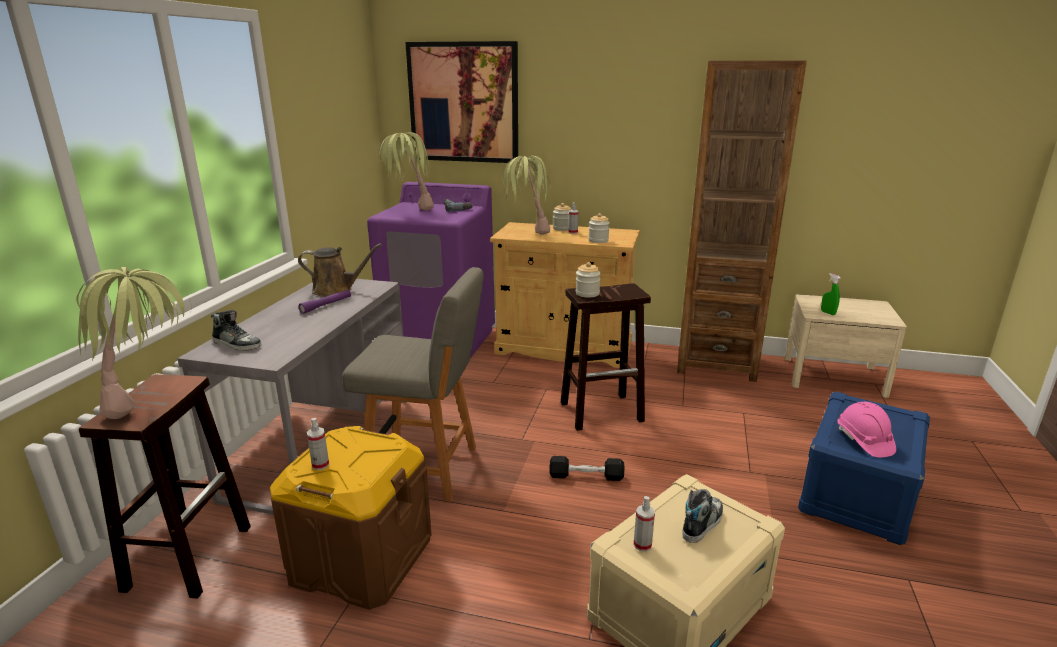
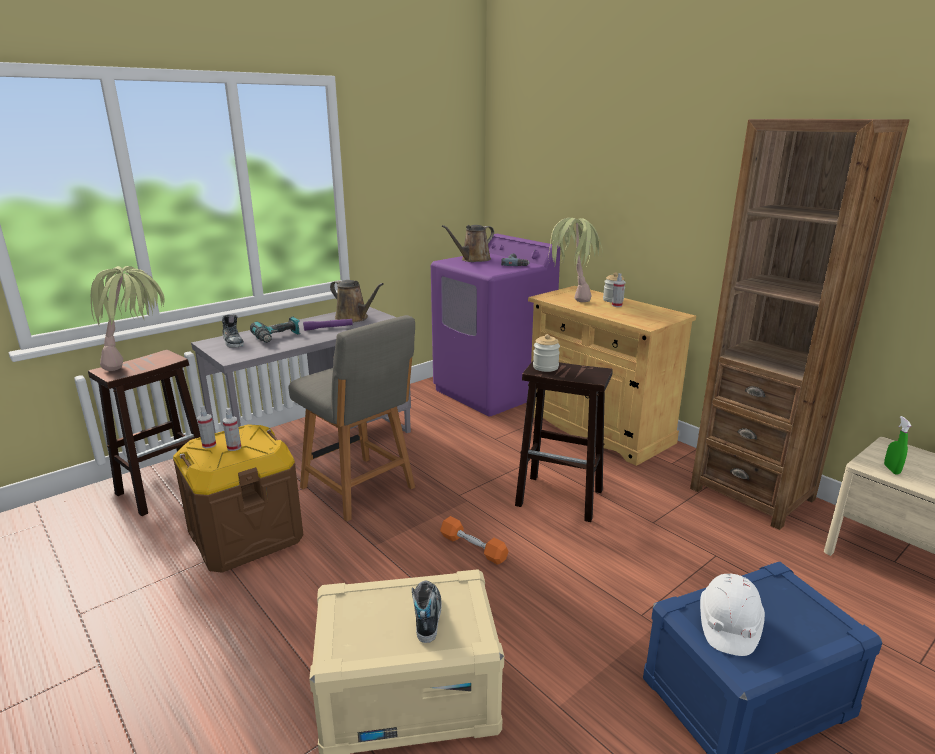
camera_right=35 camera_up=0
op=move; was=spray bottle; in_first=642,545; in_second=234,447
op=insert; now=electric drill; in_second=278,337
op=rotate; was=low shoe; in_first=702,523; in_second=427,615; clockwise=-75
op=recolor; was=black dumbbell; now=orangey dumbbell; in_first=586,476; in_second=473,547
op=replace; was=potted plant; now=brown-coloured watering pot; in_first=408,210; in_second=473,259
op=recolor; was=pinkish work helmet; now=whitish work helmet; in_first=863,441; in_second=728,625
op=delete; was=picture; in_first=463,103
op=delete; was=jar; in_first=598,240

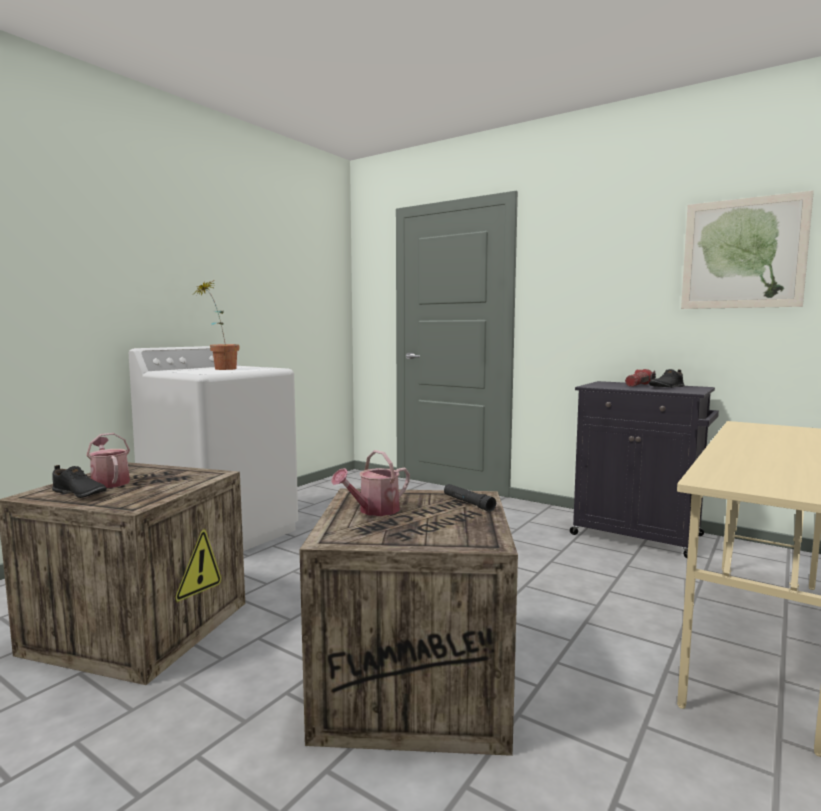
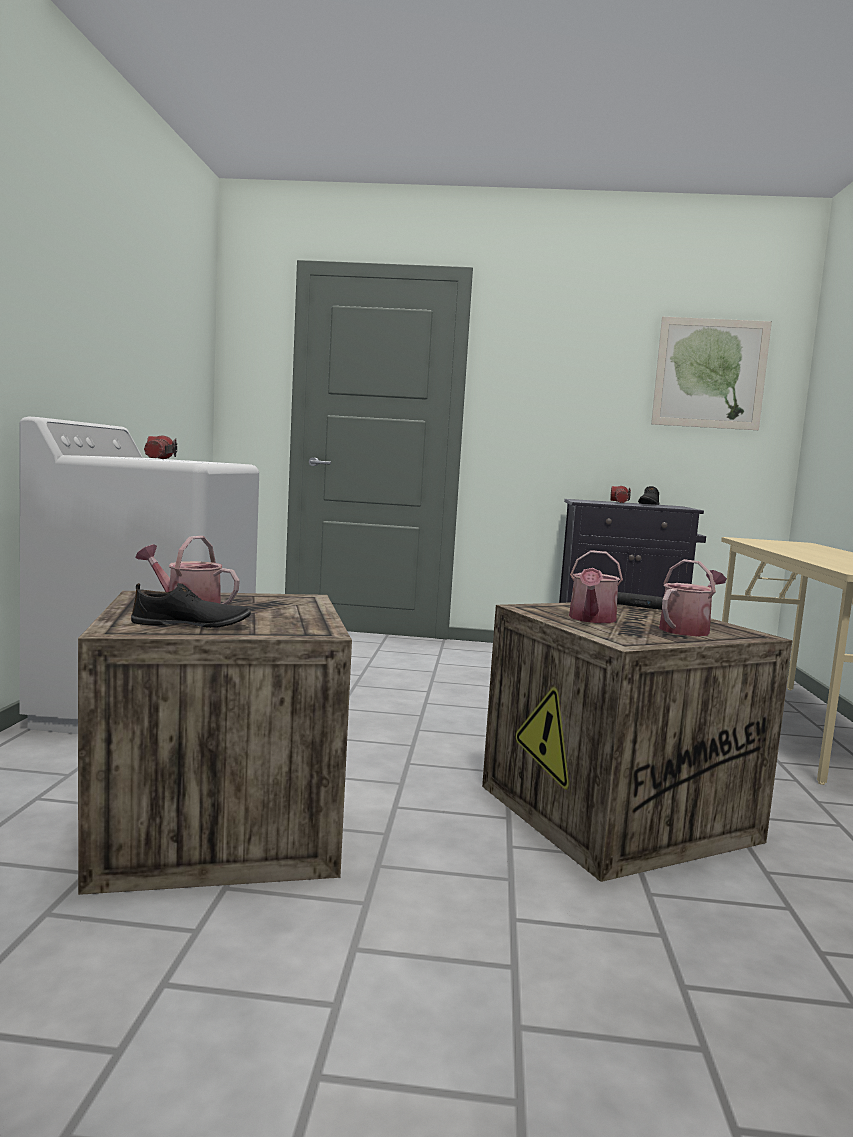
camera_right=-30 camera_up=0
op=replace; was=potted plant; now=flashlight; in_first=220,369; in_second=158,459
op=insert; now=watering pot; in_second=688,629

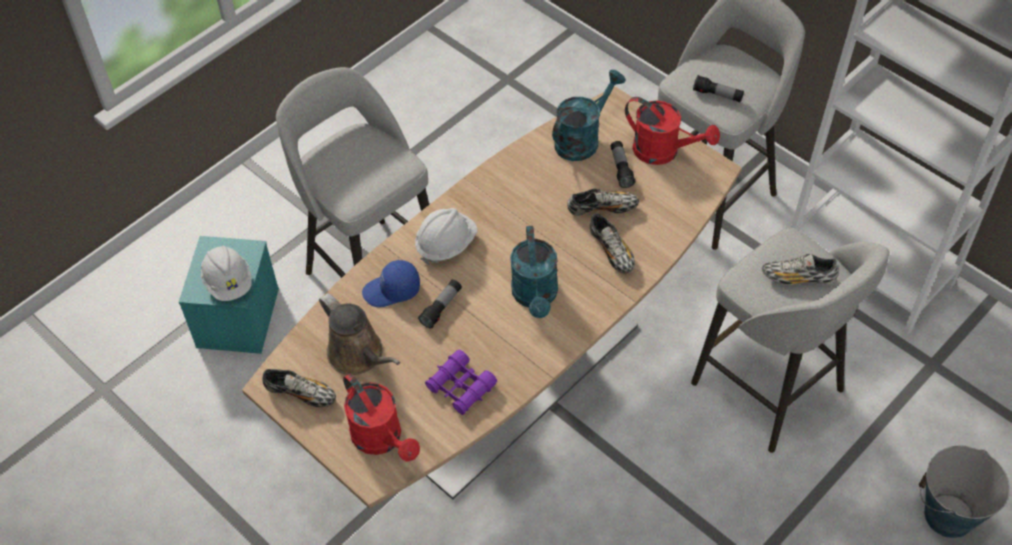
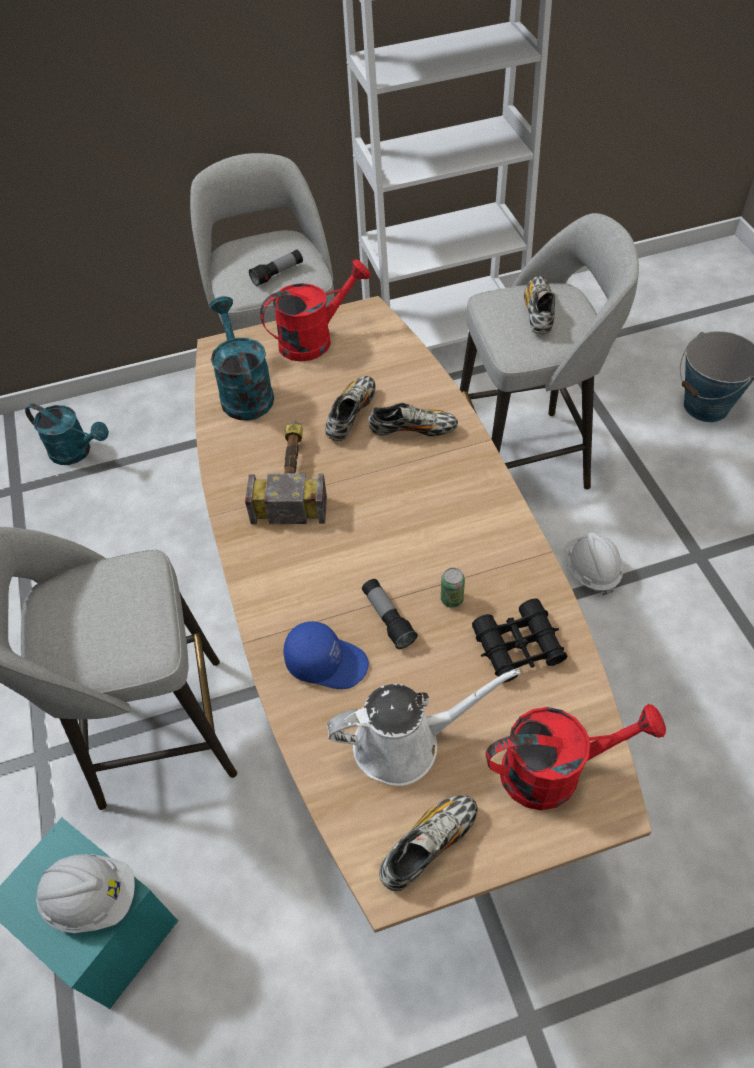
camera_right=-60 camera_up=0
op=move; was=turquoise-coloured watering pot; in_first=536,297; in_second=77,452
op=insert; now=hammer; in_second=292,477
op=rotate; was=blue baseball cap; in_first=392,291; in_second=327,661; clockwise=-90
op=recolor; was=brown-coloured watering pot; now=whitish watering pot; in_first=359,355; in_second=405,743
op=insert; now=can; in_second=452,599
op=recolor; was=purplish binoculars; now=black binoculars; in_first=461,387; in_second=518,647
op=rotate; was=low shoe; in_first=798,278; in_second=538,312; clockwise=150
op=move; was=whitish work helmet; in_first=446,244; in_second=590,570
op=delete; was=flashlight; in_first=621,169

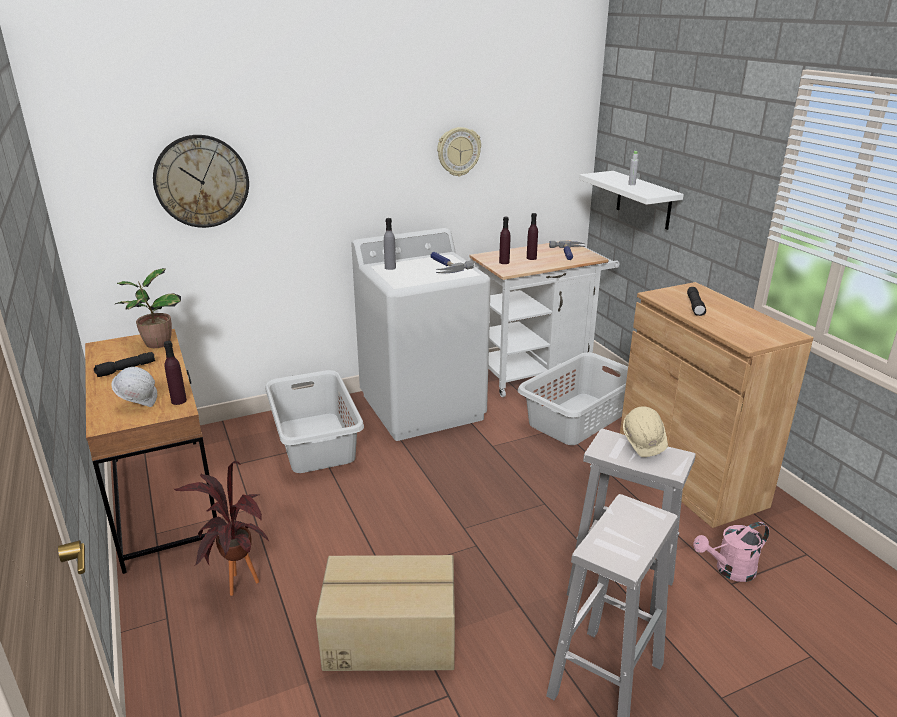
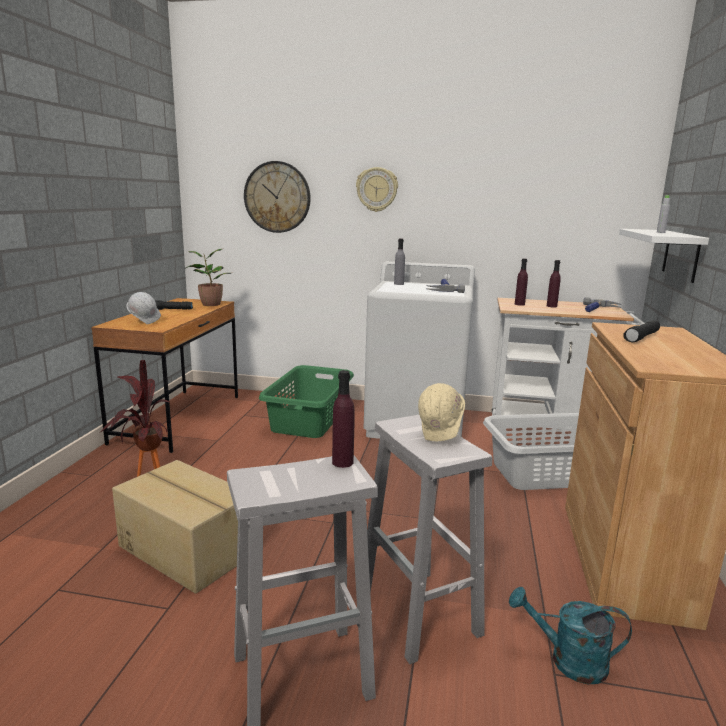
camera_right=35 camera_up=-10
op=recolor; was=gray hamper; now=green-coloured hamper; in_first=316,441; in_second=310,419
op=move; was=purplish drink bottle; in_first=179,401; in_second=342,462
op=move; was=clock on the wall; in_first=458,151; in_second=377,189
op=recolor; was=pinkish watering pot; now=turquoise-coloured watering pot; in_first=729,570; in_second=568,660

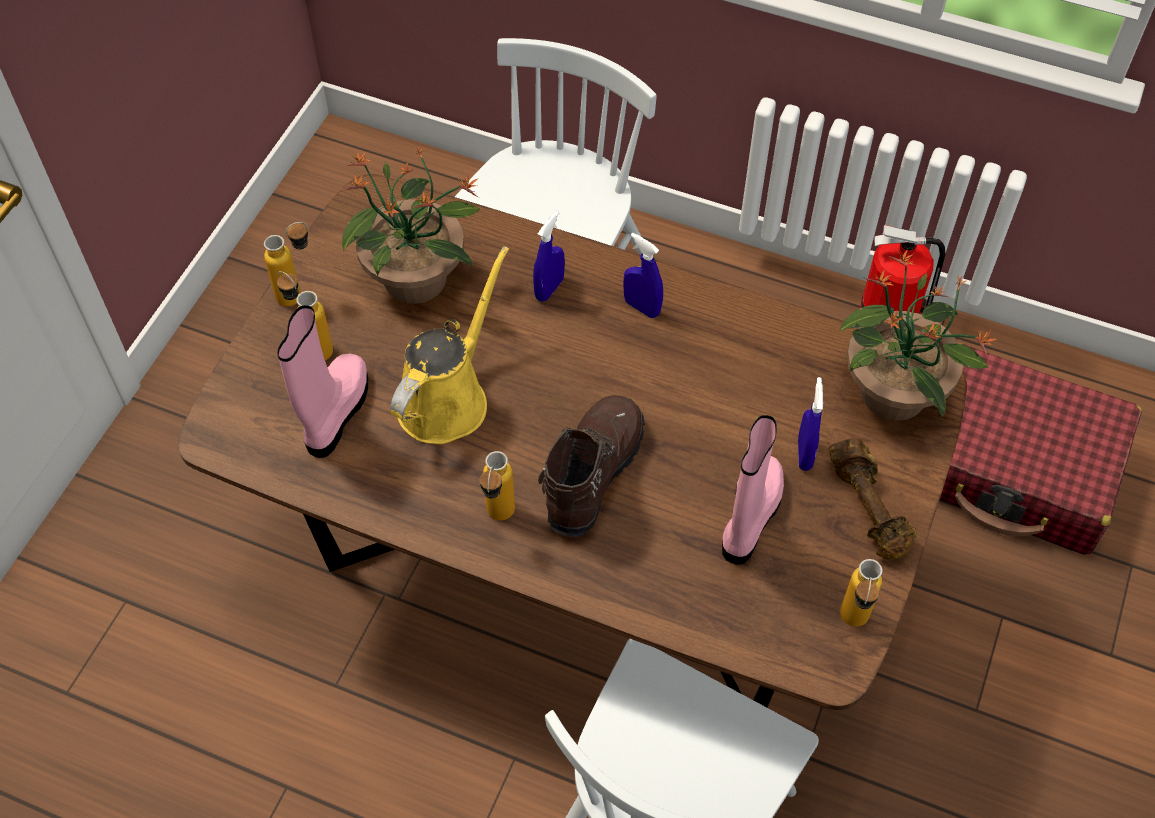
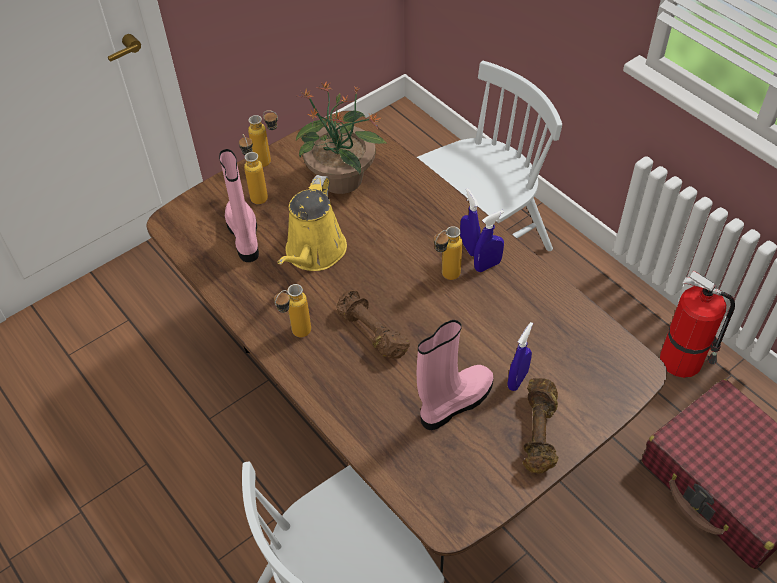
camera_right=30 camera_up=-5
op=rotate; was=pinkish boot; in_first=335,413; in_second=244,236; clockwise=-60
op=rotate; was=yellowish watering pot; in_first=447,398; in_second=314,253; clockwise=135
op=replace; was=brown-coloured boot; now=brown-coloured dumbbell; in_first=592,473; in_second=371,333
op=move; was=drink bottle; in_first=852,625; in_second=445,278
op=move; was=blue spray bottle; in_first=549,289; in_second=487,265
op=delete; was=potted plant; in_first=894,395

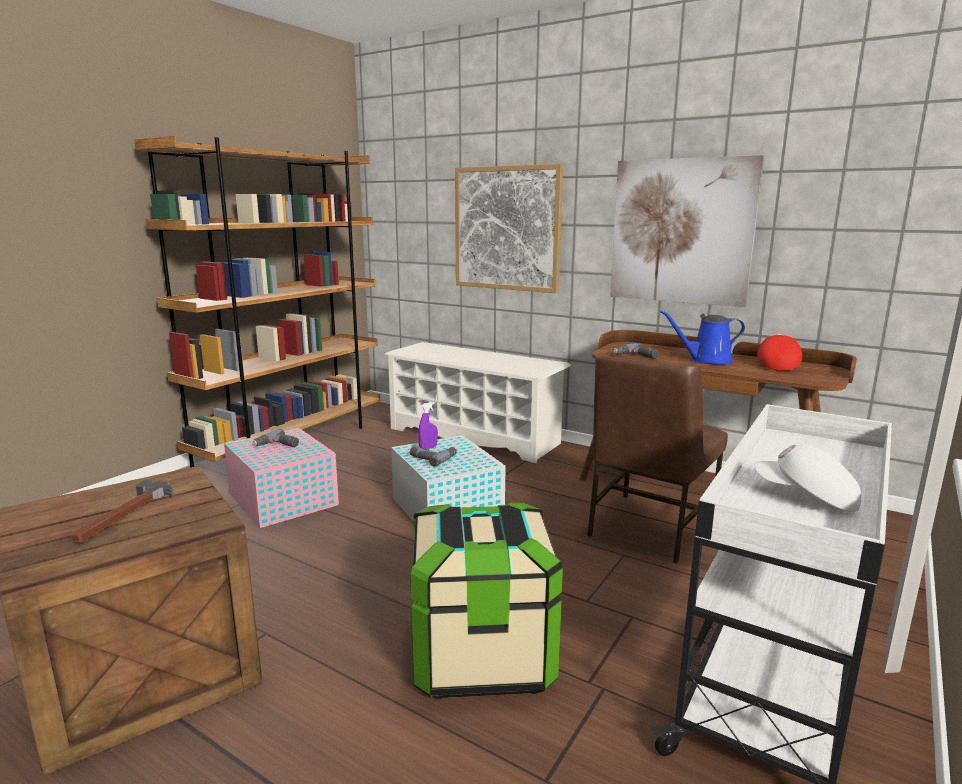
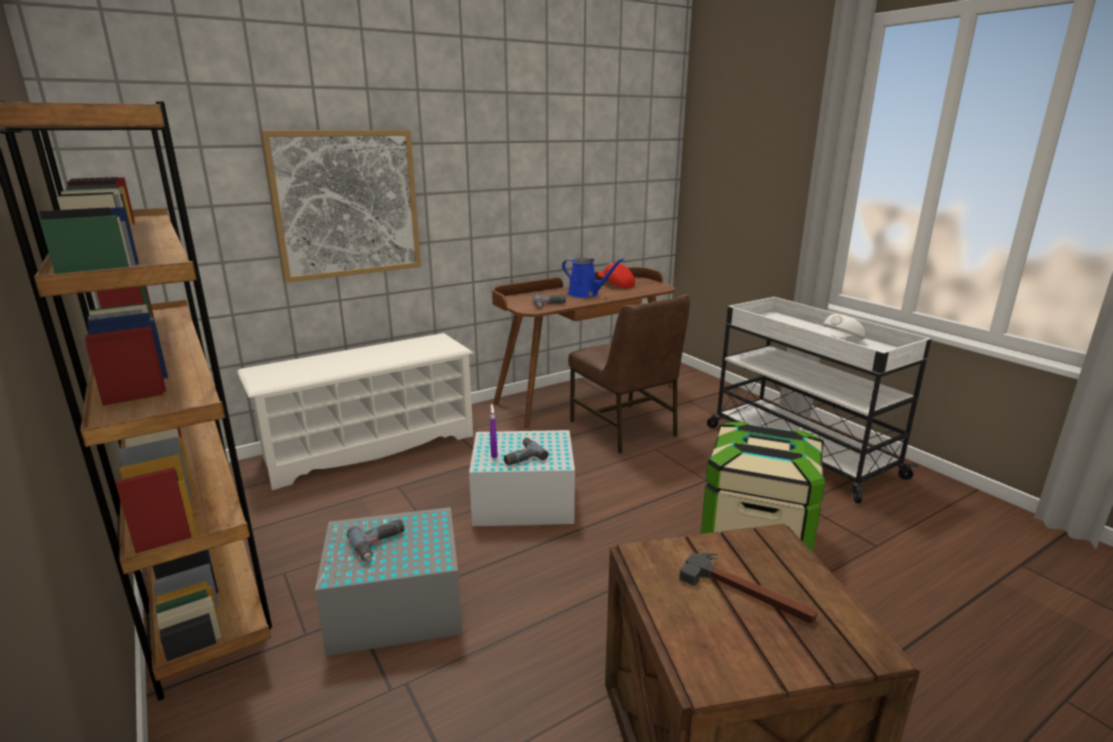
camera_right=-65 camera_up=5
op=recolor; was=pinkish storage bin; now=gray storage bin; in_first=283,499; in_second=394,606
op=rotate; was=blue watering pot; in_first=706,360; in_second=586,294; clockwise=-75
op=delete; was=picture; in_first=681,231

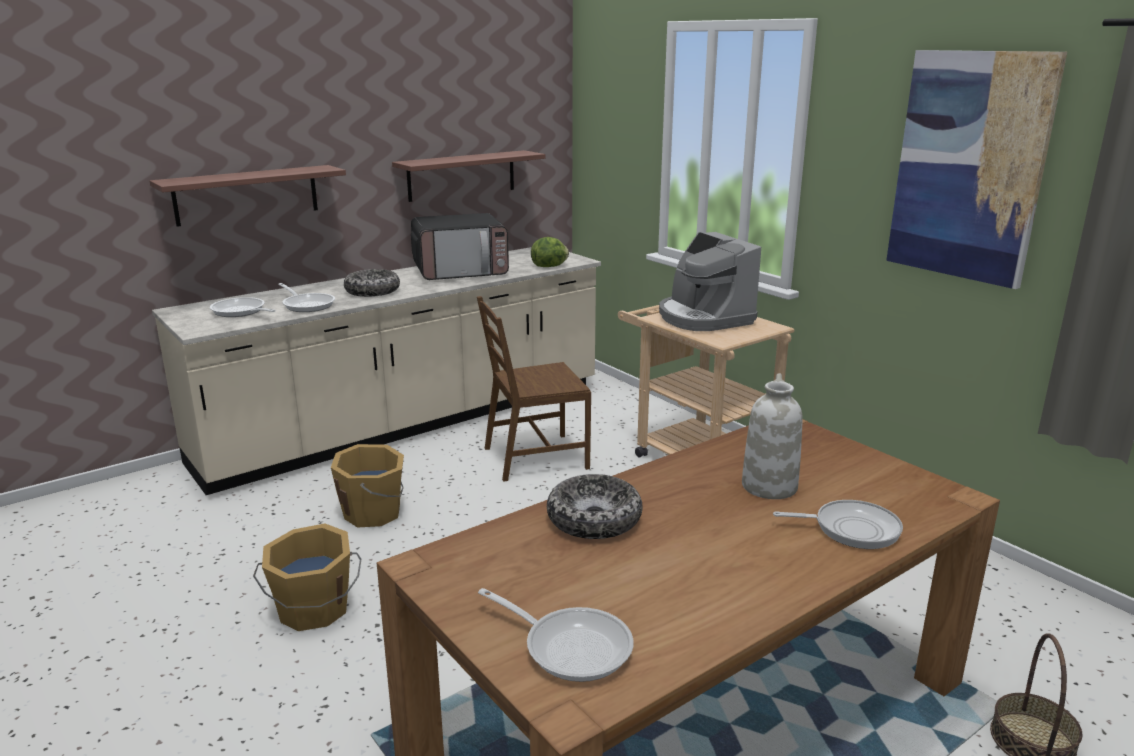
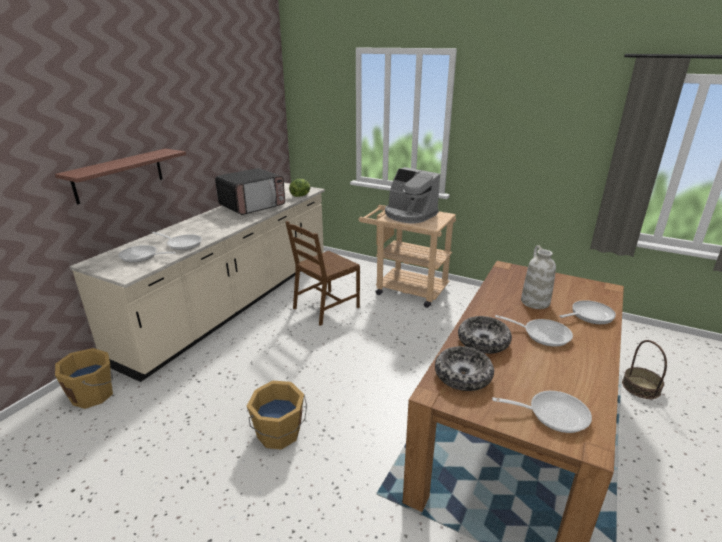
camera_right=-25 camera_up=5
op=move; was=orangey pail; in_first=374,513; in_second=94,394
op=move; was=deep dish; in_first=372,291; in_second=463,375
op=insert; now=skillet; in_second=542,334
op=delete; was=bracket shelf; in_first=462,175
op=delete; was=picture; in_first=969,167

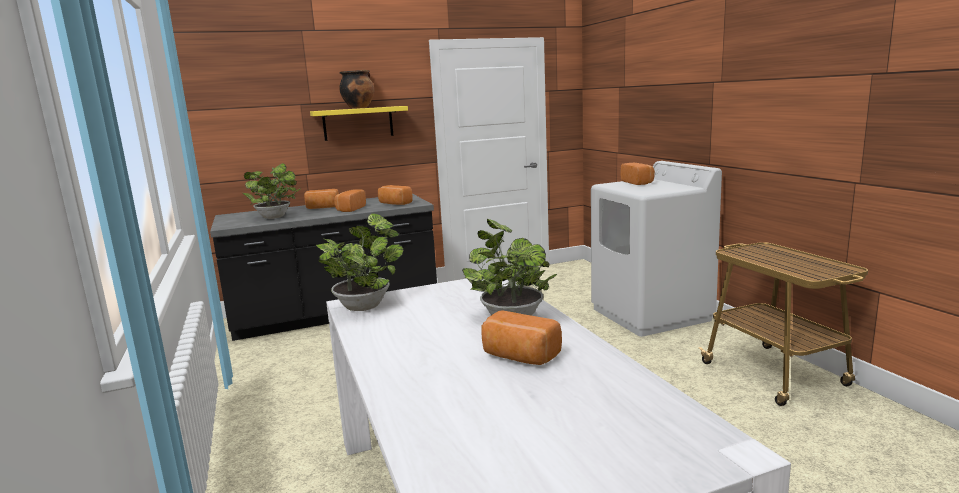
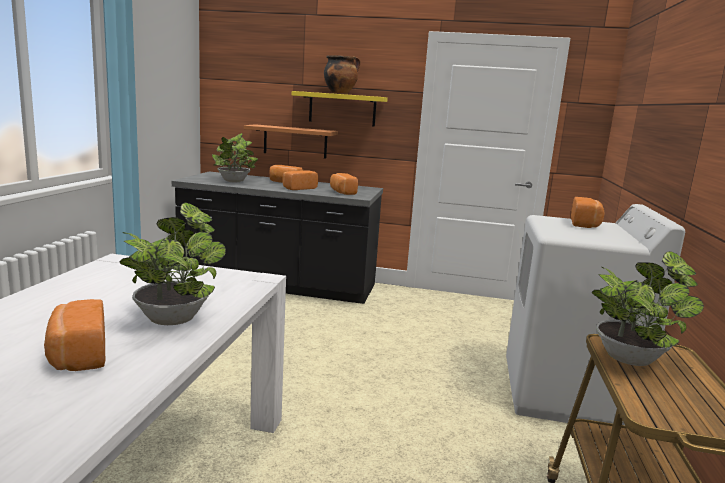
camera_right=30 camera_up=0
op=insert; now=bracket shelf; in_second=295,141
op=move; was=potted plant; in_first=365,305; in_second=631,358

